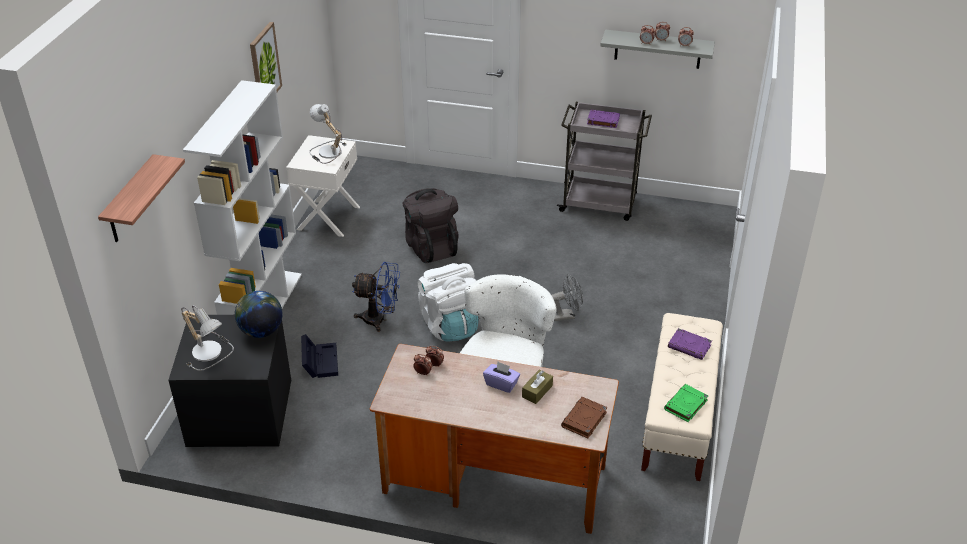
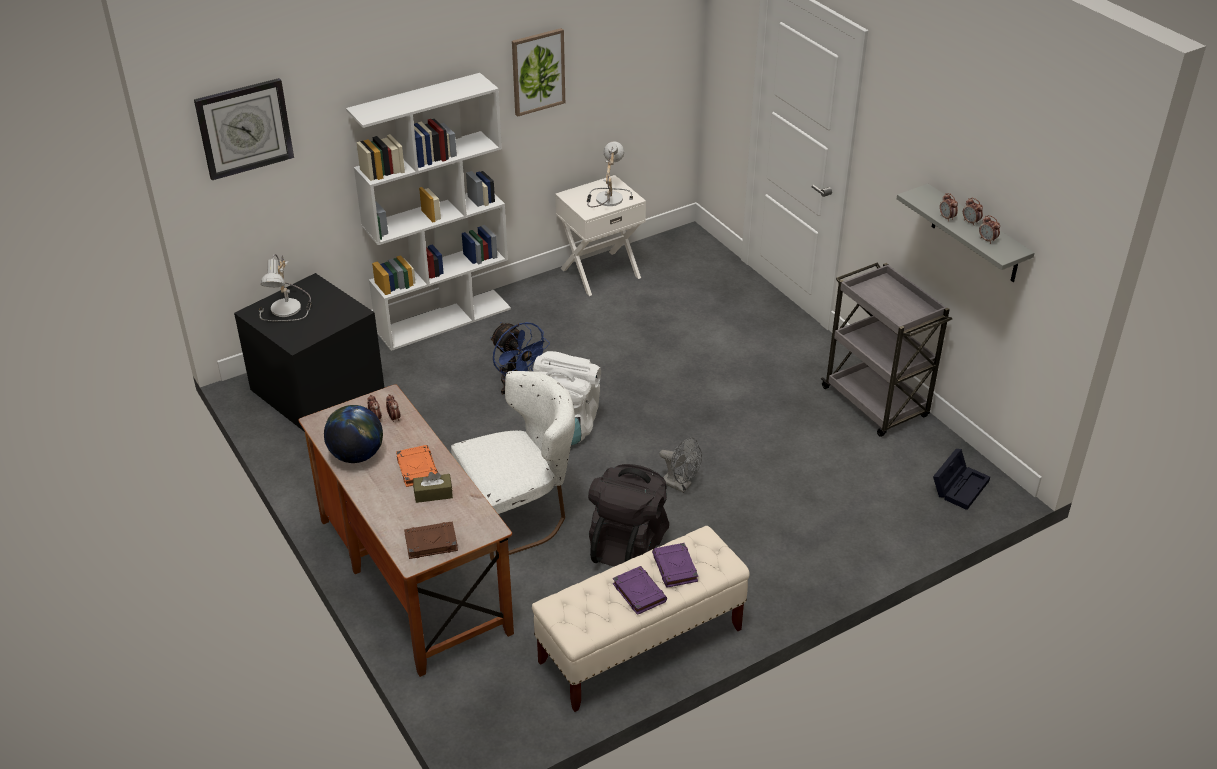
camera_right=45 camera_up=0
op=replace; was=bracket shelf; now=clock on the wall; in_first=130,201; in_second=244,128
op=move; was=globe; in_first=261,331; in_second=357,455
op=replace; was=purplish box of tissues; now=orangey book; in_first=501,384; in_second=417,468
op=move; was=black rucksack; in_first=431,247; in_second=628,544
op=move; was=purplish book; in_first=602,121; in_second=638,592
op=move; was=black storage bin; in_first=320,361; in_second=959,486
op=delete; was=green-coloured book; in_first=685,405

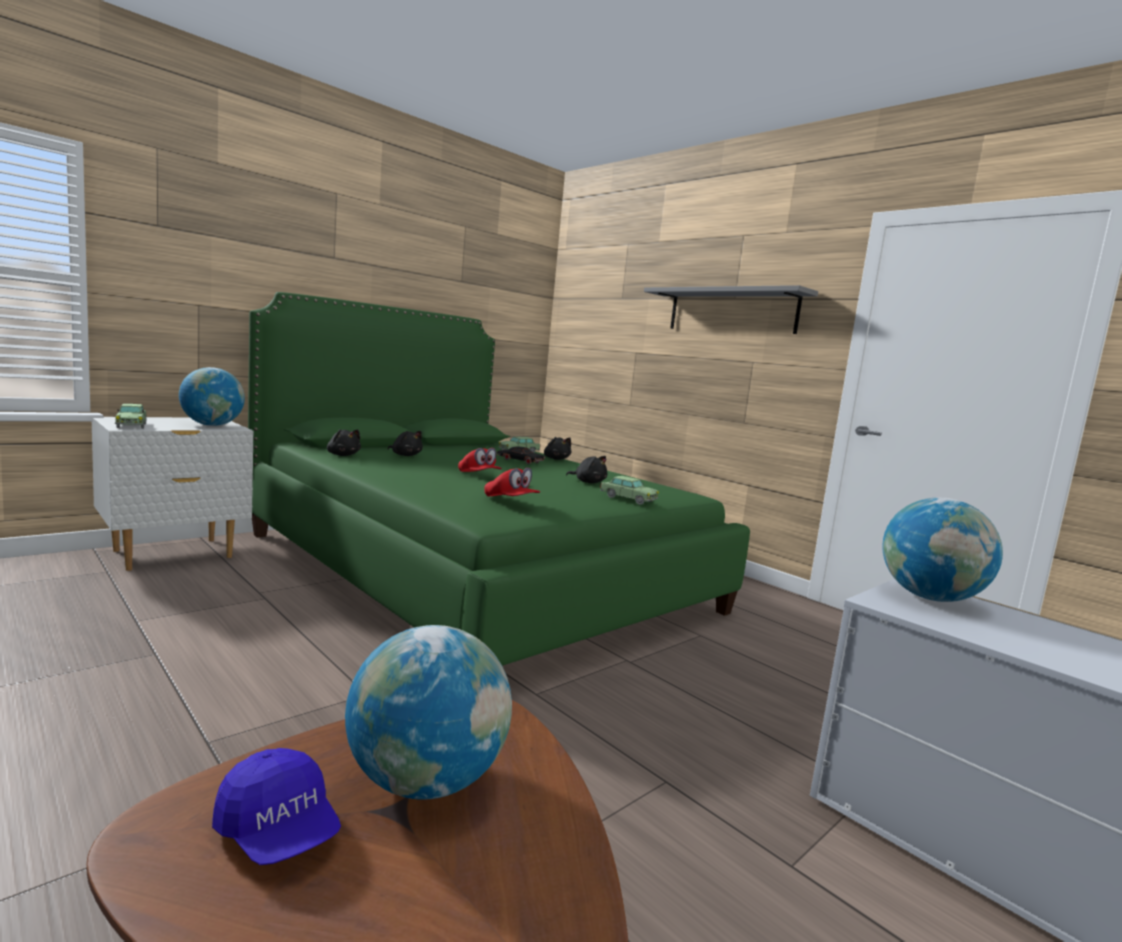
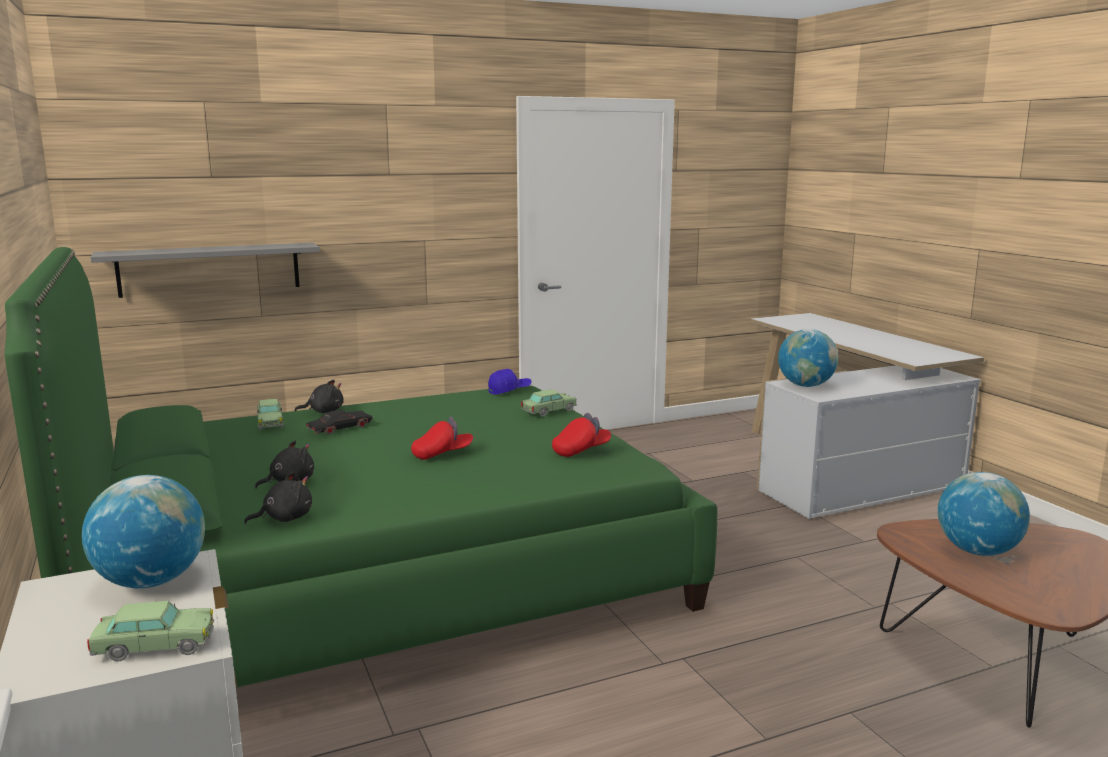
camera_right=-70 camera_up=5
op=move; was=gray bracket shelf; in_first=731,311; in_second=210,269
op=move; was=blue baseball cap; in_first=278,831; in_second=509,390
op=delete; was=black plush toy; in_first=588,482

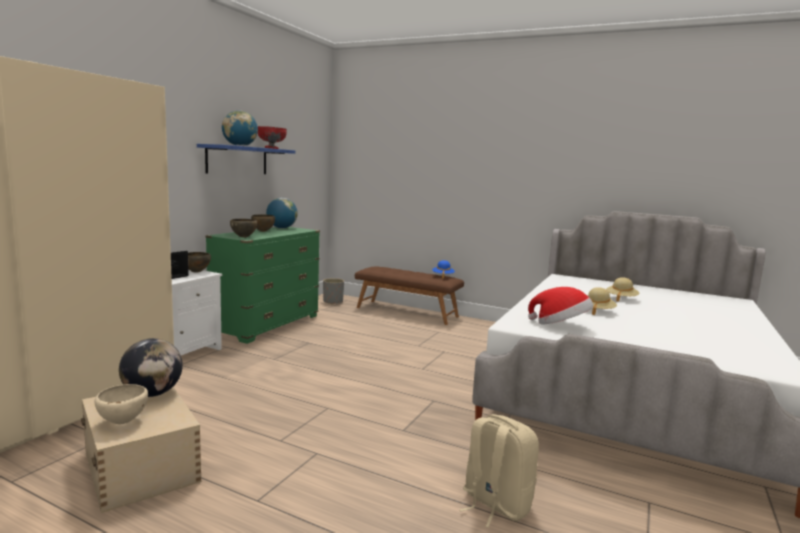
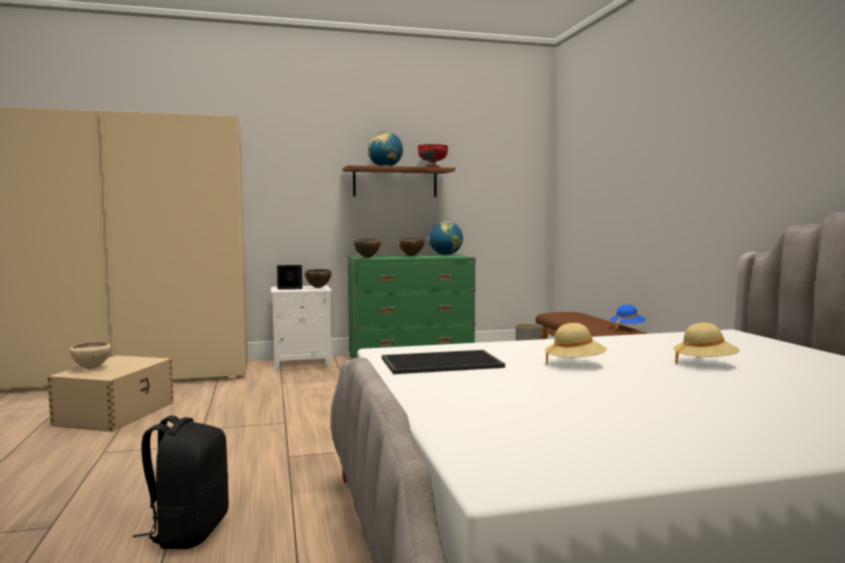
camera_right=50 camera_up=-5
op=recolor; was=sand-coloured rucksack; now=black rucksack; in_first=495,504; in_second=188,531
op=recolor; was=blue bracket shelf; now=brown-coloured bracket shelf; in_first=237,160; in_second=395,182
op=replace; was=wearable hat; now=carrying tray; in_first=560,325; in_second=442,362
op=delete; was=globe; in_first=152,394

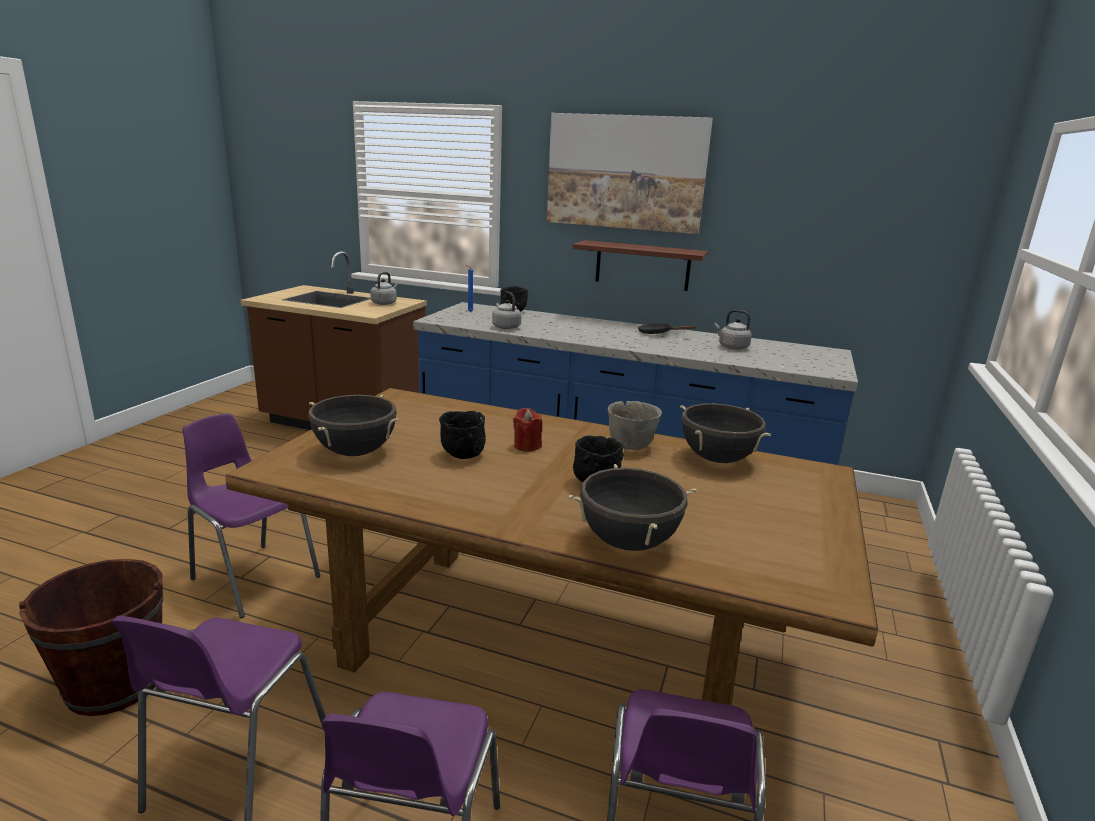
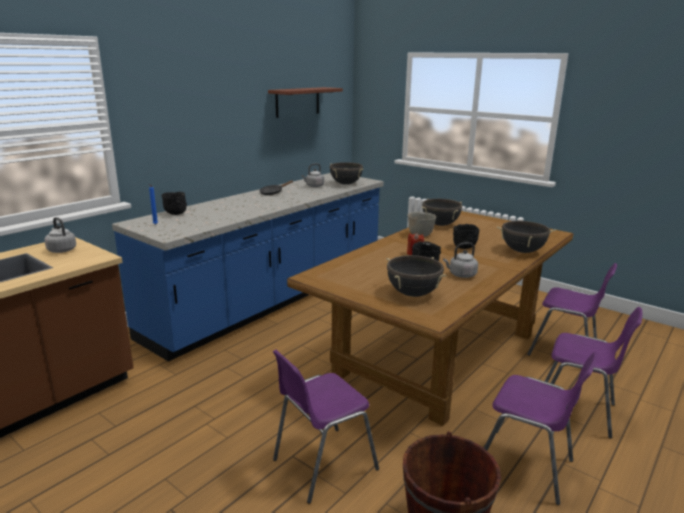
camera_right=-70 camera_up=0
op=move; was=bracket shelf; in_first=642,265; in_second=297,102
op=insert; now=black cooking pot; in_second=345,184
op=move; was=gray tea kettle; in_first=505,327; in_second=461,275
op=delete; was=picture; in_first=625,172

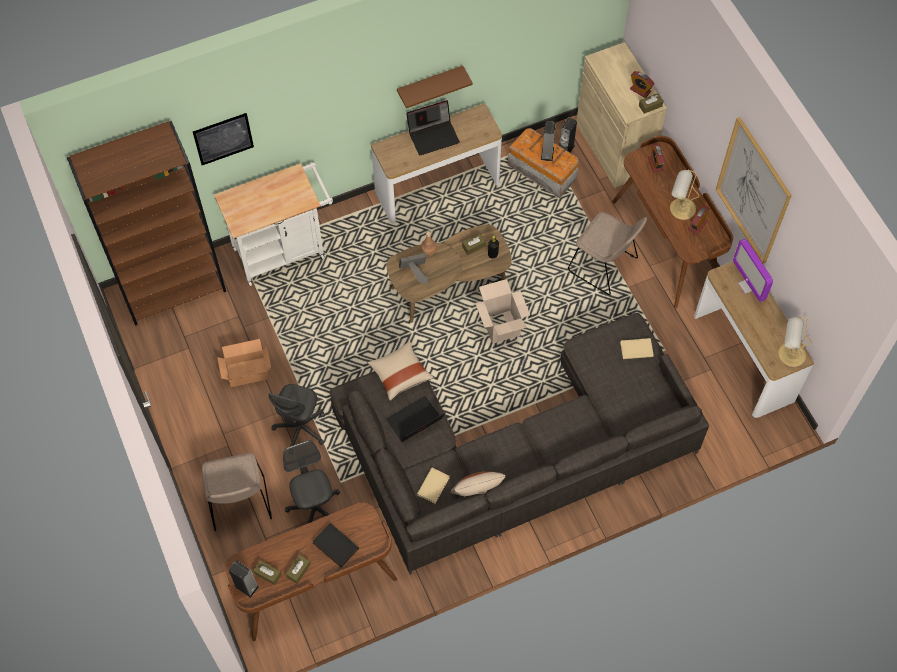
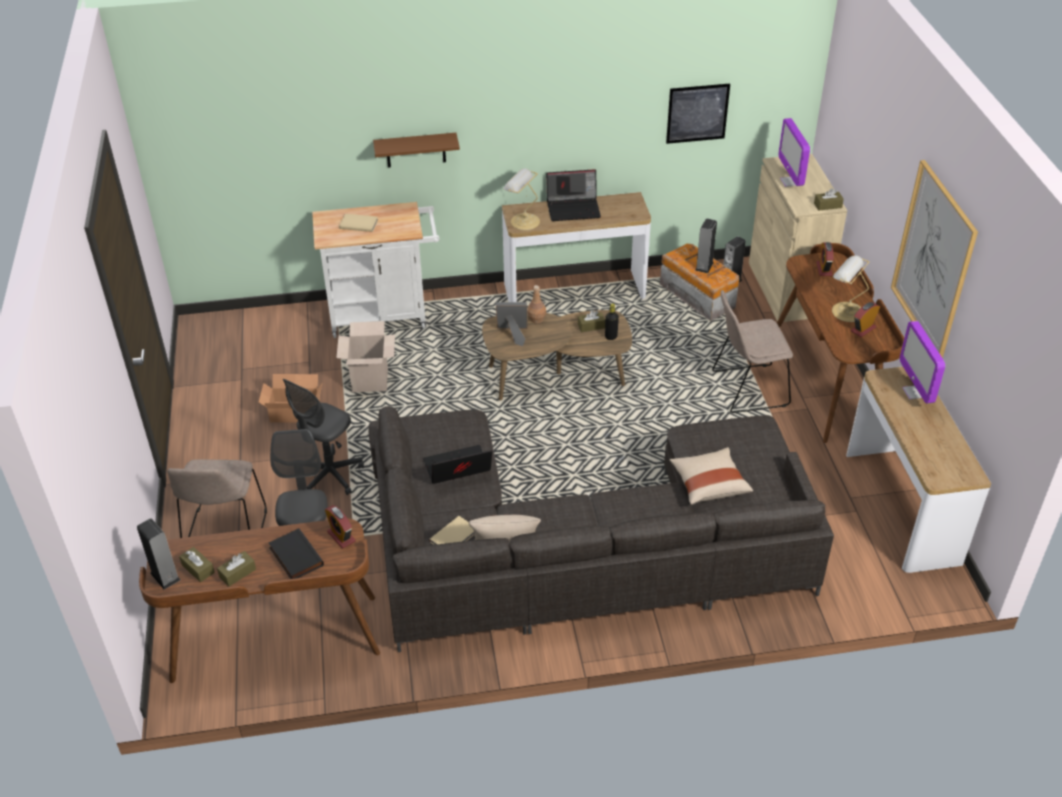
camera_right=15 camera_up=-20
op=move; was=alarm clock; in_first=640,90; in_second=341,536
op=move; was=cardboard box; in_first=501,327; in_second=370,380
op=move; was=sand-coloured book; in_first=636,349; in_second=358,224
op=move; was=brown-coloured bracket shelf; in_first=430,85; in_second=415,150
op=move; was=tabletop lamp; in_first=790,354; in_second=523,221
op=move; was=picture; in_first=223,139; in_second=697,113
op=move; was=sand-coloured throw pillow; in_first=400,375; in_second=709,484
op=rotate; was=sand-coloured chair; in_first=604,266; in_second=747,389; clockwise=120
op=insert; now=computer screen; in_second=790,182
op=delete; was=brown-coloured bookshelf; in_first=173,288

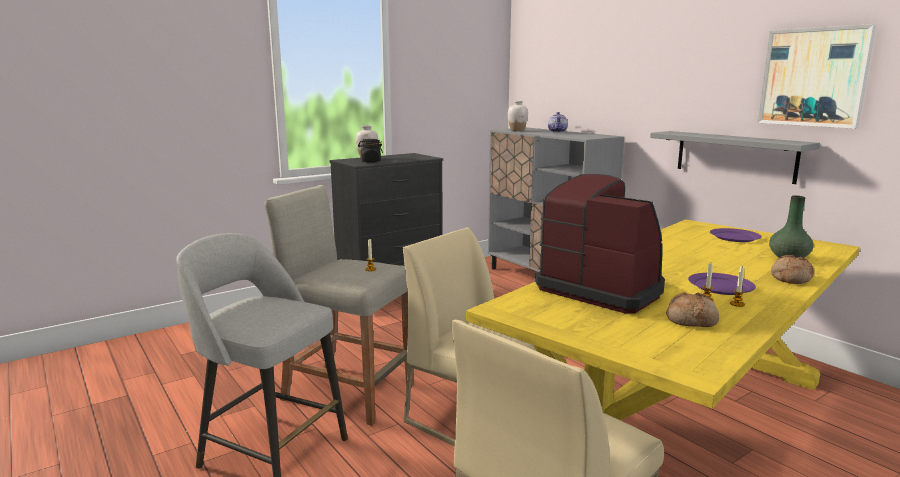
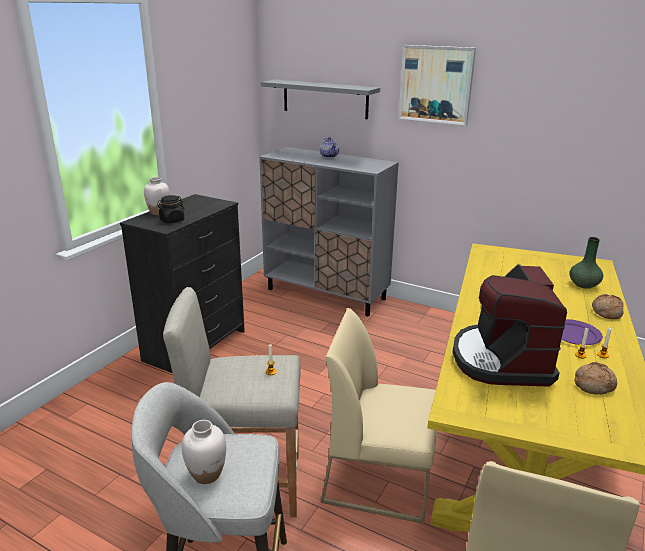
camera_right=-25 camera_up=10
op=move; was=whitish decorative vase; in_first=517,130; in_second=206,474
op=move; was=gray bracket shelf; in_first=735,156; in_second=325,99
op=move; was=picture; in_first=813,77; in_second=436,84
op=rotate; was=coffee brewer; in_first=602,289; in_second=501,360; clockwise=-105
op=delete; was=purplish dinner plate; in_first=734,237

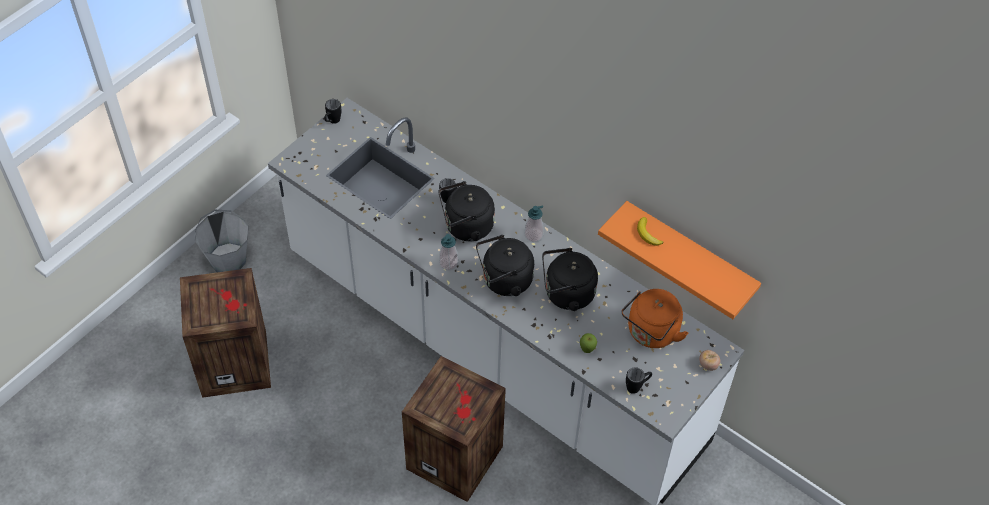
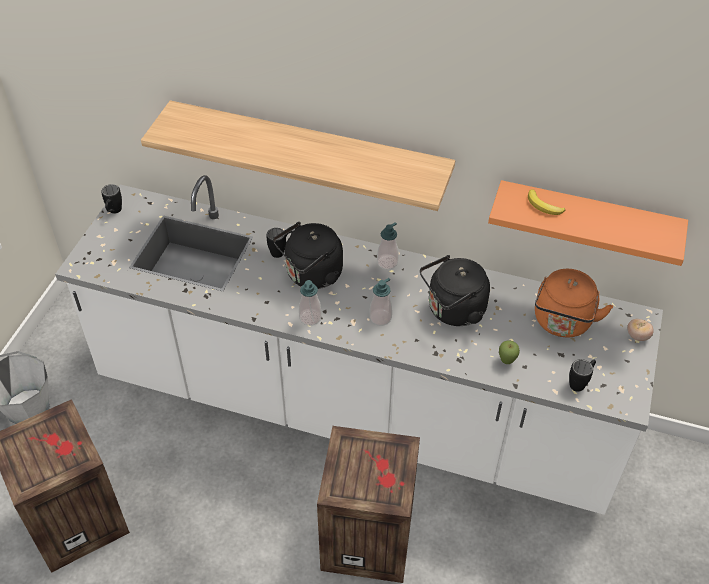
camera_right=-20 camera_up=-5
op=insert; now=bracket shelf; in_second=309,151
op=replace; was=black tea kettle; now=soap dispenser; in_first=504,281; in_second=380,318

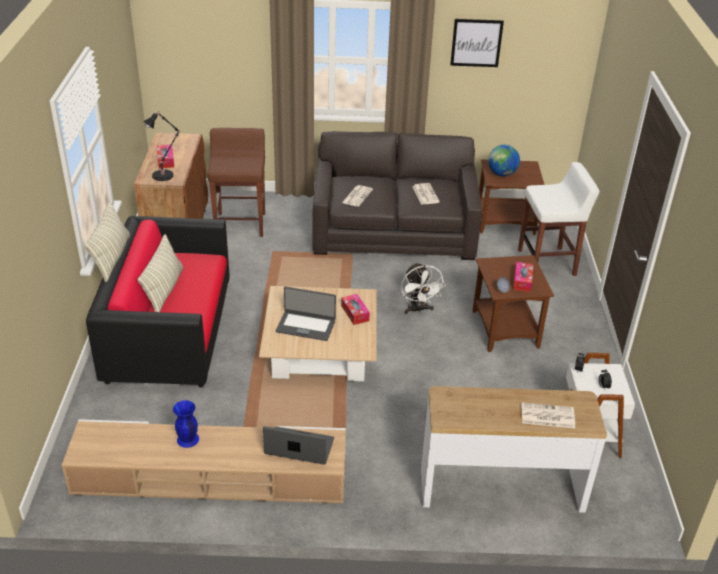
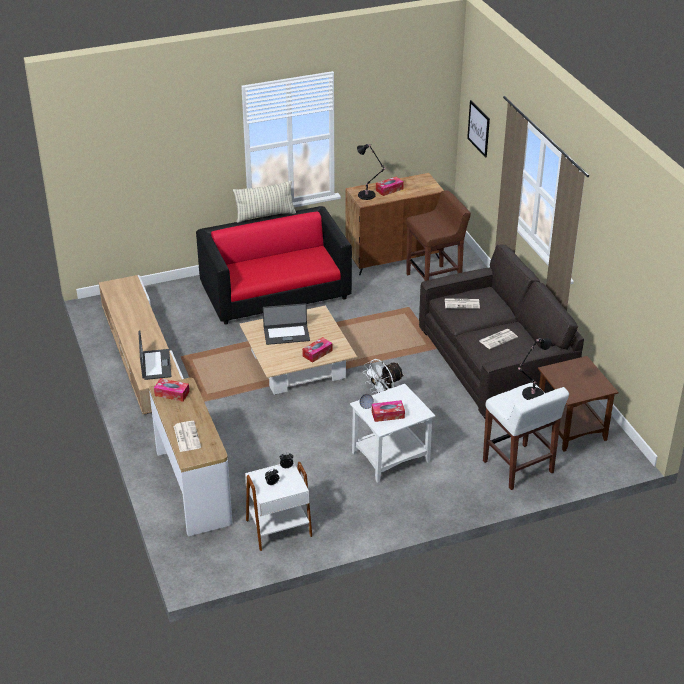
camera_right=70 camera_up=0
op=insert; now=box of tissues; in_second=172,393
op=rotate; was=portable computer; in_first=306,326; in_second=286,334; clockwise=-90
op=recolor; was=brown-coloured accent table; now=whitish accent table; in_first=506,329; in_second=391,458
op=move; was=picture; in_first=476,43; in_second=478,128
op=insert; now=black tabletop lamp; in_second=531,395
op=delete; was=throw pillow; in_first=164,290
op=delete; was=blue decorative vase; in_first=187,439
op=delete; was=globe; in_first=502,174

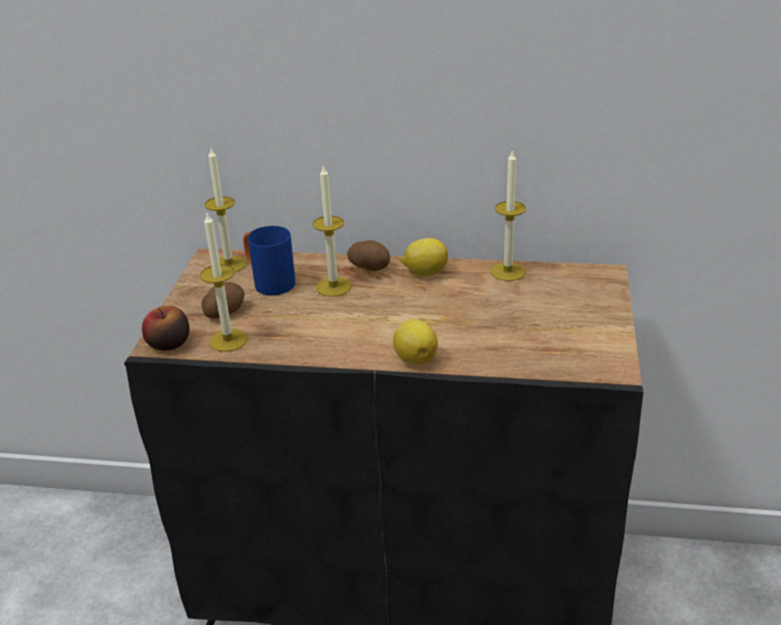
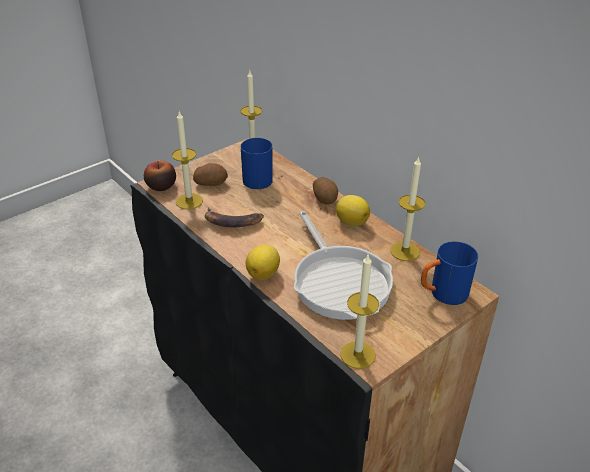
camera_right=40 camera_up=5
op=insert; now=banana fruit; in_second=232,221
op=insert; now=skillet; in_second=339,281
op=move; was=candle; in_first=333,287; in_second=358,355
op=insert; now=blue coffee mug; in_second=442,294

